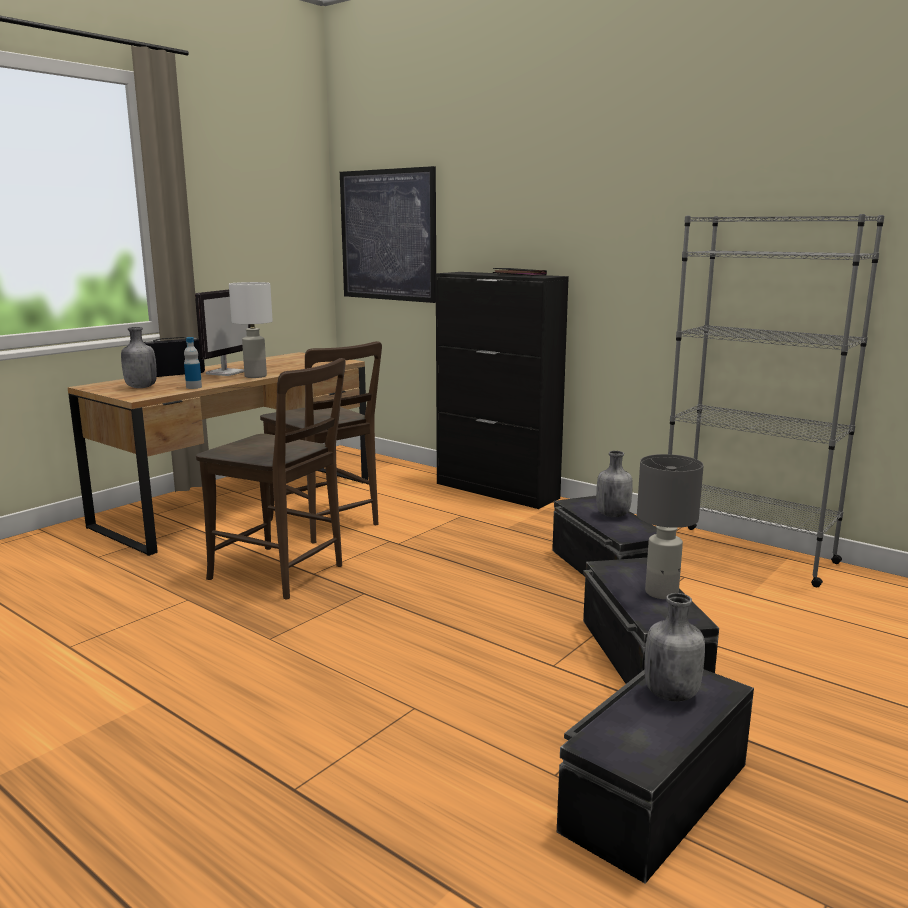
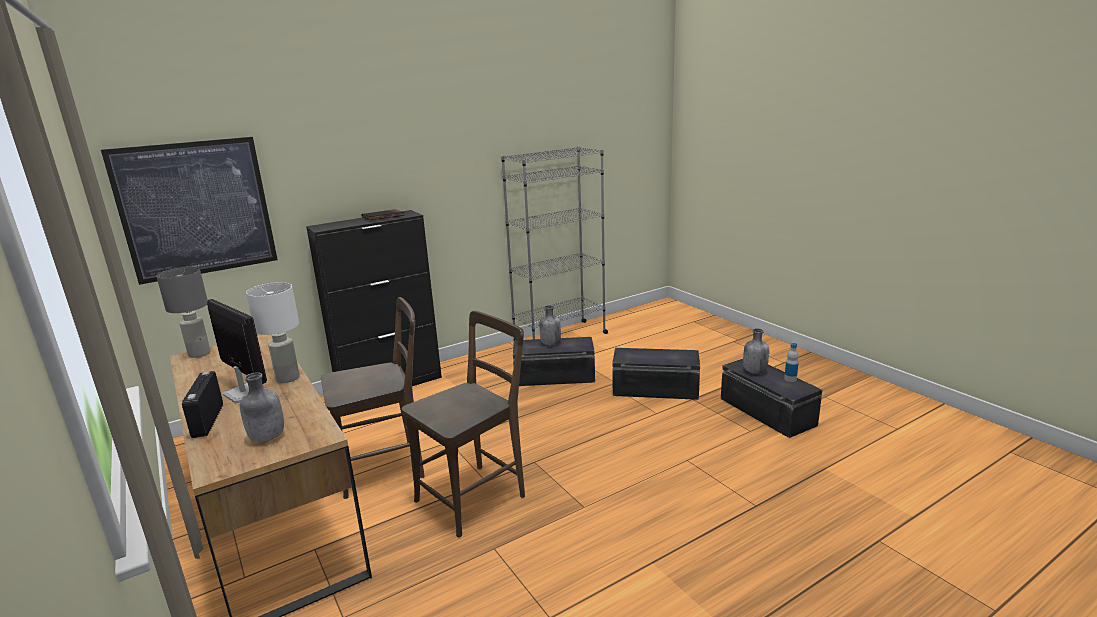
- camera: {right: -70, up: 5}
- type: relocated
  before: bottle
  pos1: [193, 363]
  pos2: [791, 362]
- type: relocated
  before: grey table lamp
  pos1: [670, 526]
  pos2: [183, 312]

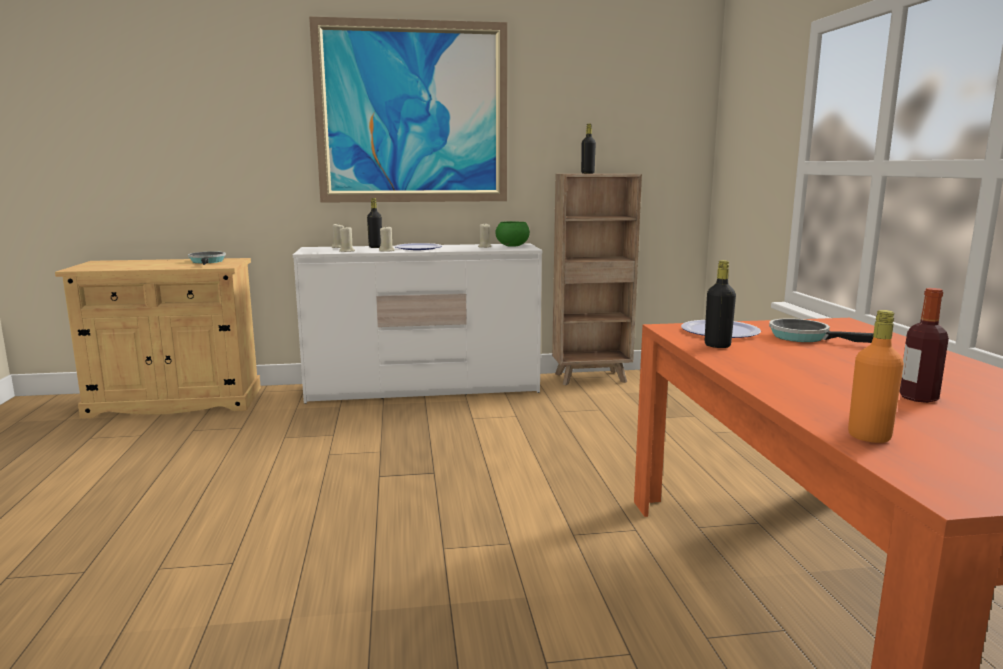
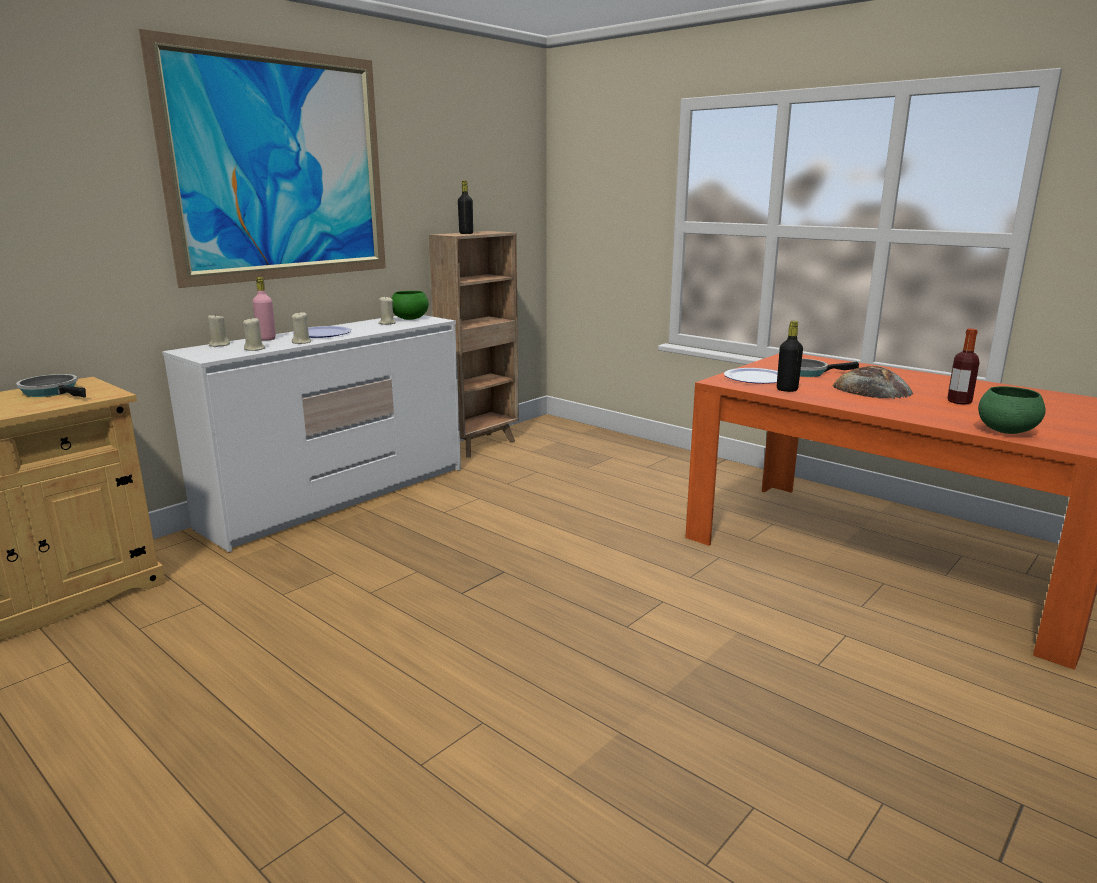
- camera: {right: -40, up: 5}
- type: appeared
  after: bread
  pos2: [872, 382]
- type: exchanged
  before: orange bottle
  after: green bowl
  pos1: [876, 376]
  pos2: [1012, 410]
- type: colour
  before: black bottle
  after: pink bottle
  pos1: [374, 223]
  pos2: [264, 309]

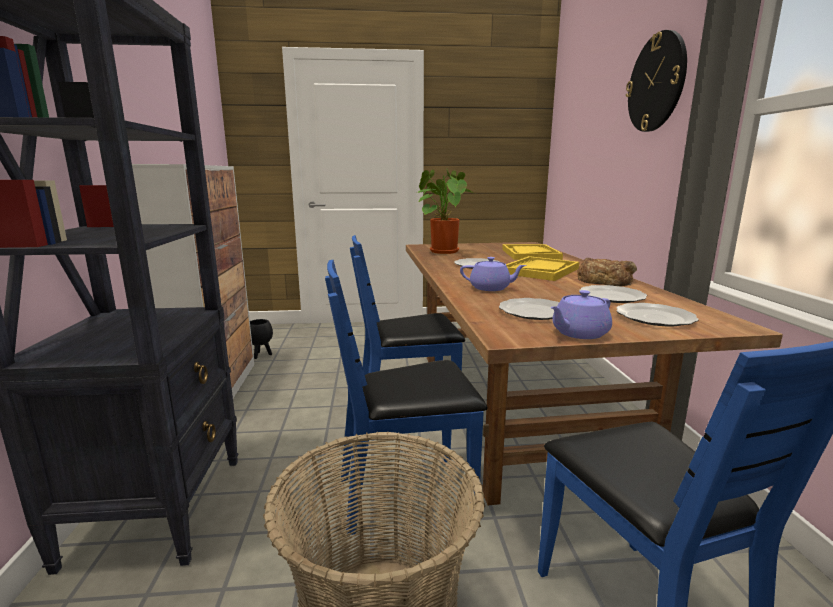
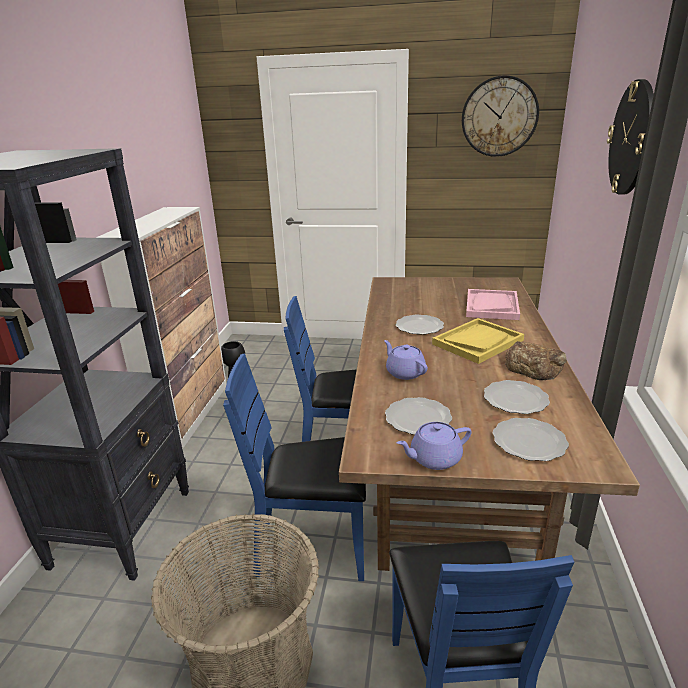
- camera: {right: 15, up: 10}
- type: missing
  before: potted plant
  pos1: [445, 211]
- type: appeared
  after: wall clock
  pos2: [500, 116]
- type: colour
  before: yellow tray
  after: pink tray
  pos1: [532, 252]
  pos2: [493, 304]
- type: spun
  before: purple teapot
  pos1: [493, 274]
  pos2: [406, 360]
  turn: -150

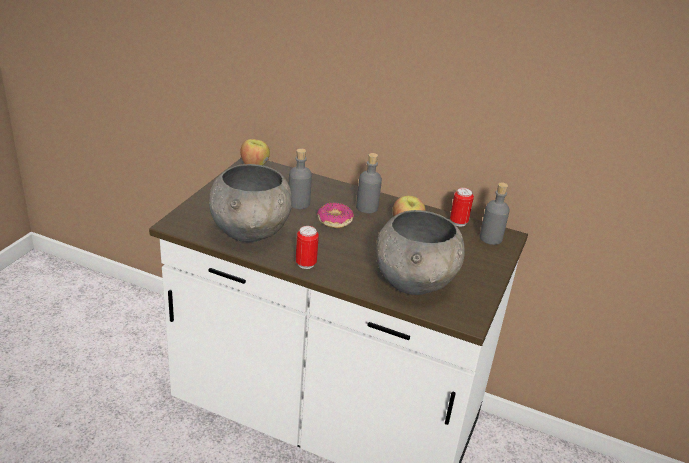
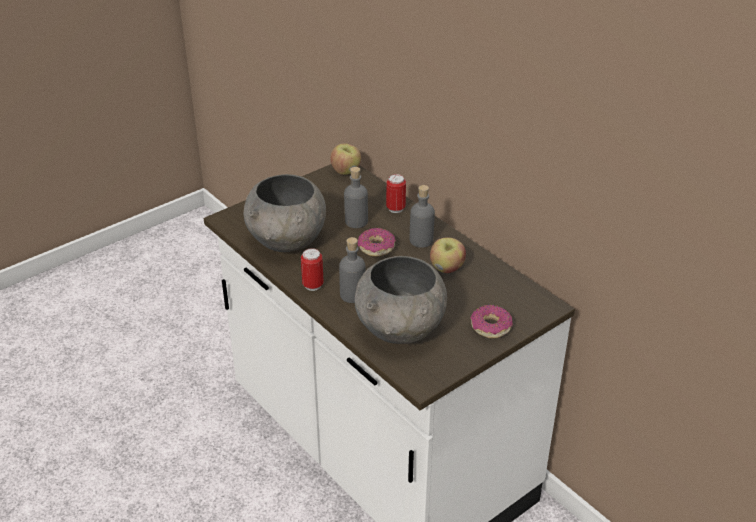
- camera: {right: 30, up: 5}
- type: appeared
  after: donut
  pos2: [491, 321]
- type: relocated
  before: can
  pos1: [462, 207]
  pos2: [396, 193]
- type: relocated
  before: grey bottle
  pos1: [495, 213]
  pos2: [352, 270]

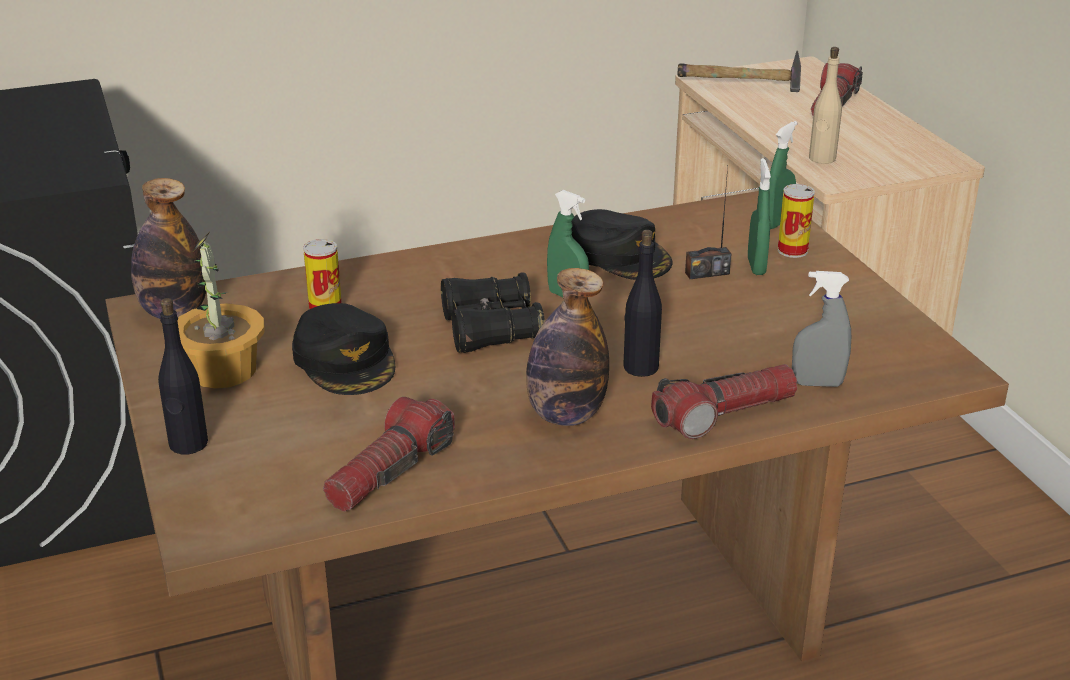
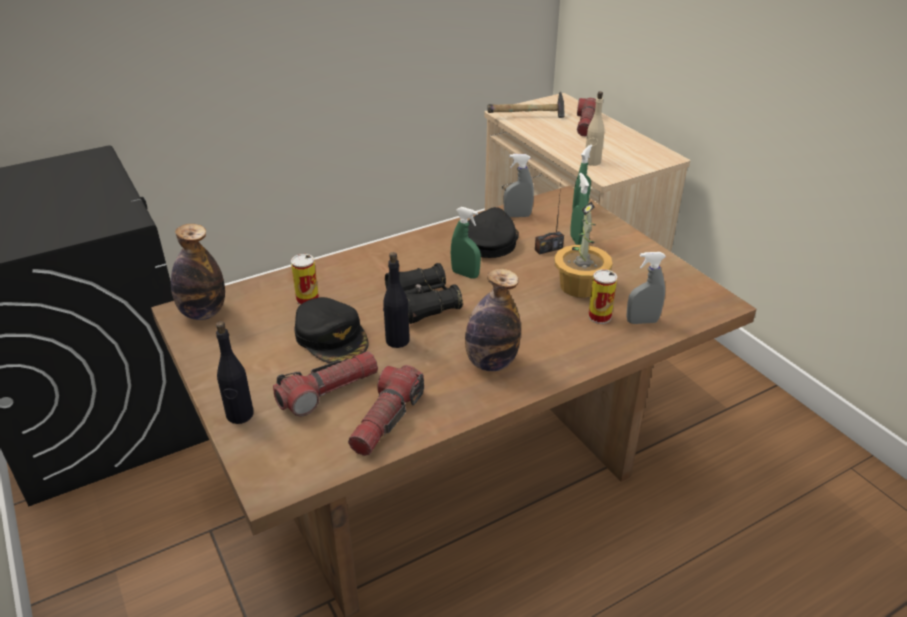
- camera: {right: -10, up: 5}
- type: appeared
  after: grey spray bottle
  pos2: [519, 185]
- type: relocated
  before: potted plant
  pos1: [221, 310]
  pos2: [583, 249]
- type: relocated
  before: black bottle
  pos1: [642, 303]
  pos2: [396, 300]
- type: relocated
  before: flashlight
  pos1: [724, 401]
  pos2: [325, 383]
- type: relocated
  before: can
  pos1: [796, 221]
  pos2: [602, 296]
- type: spun
  before: black cap
  pos1: [622, 244]
  pos2: [493, 232]
  turn: -105

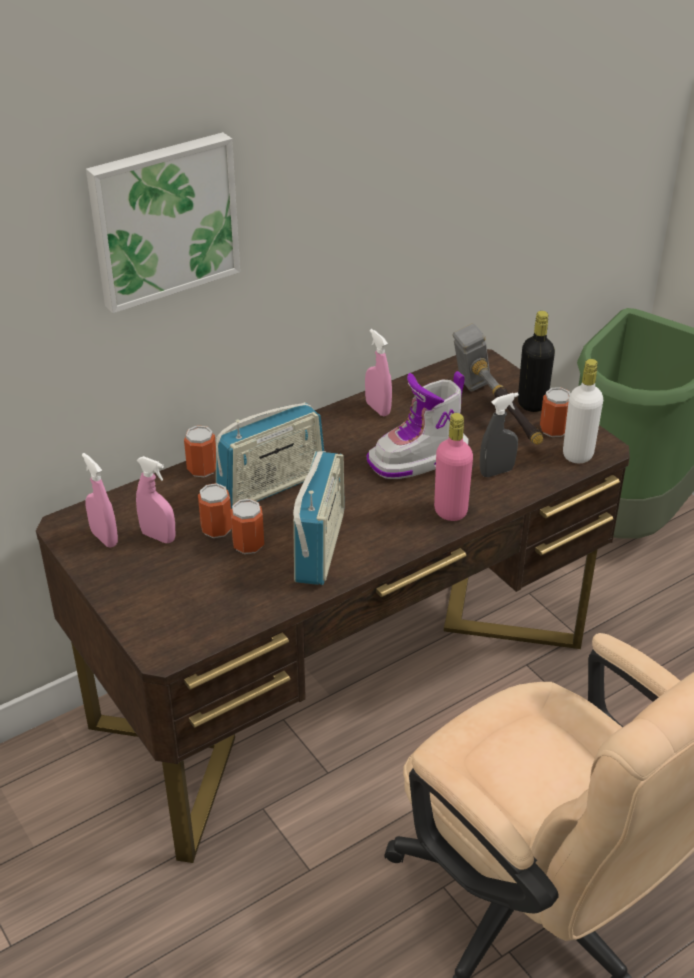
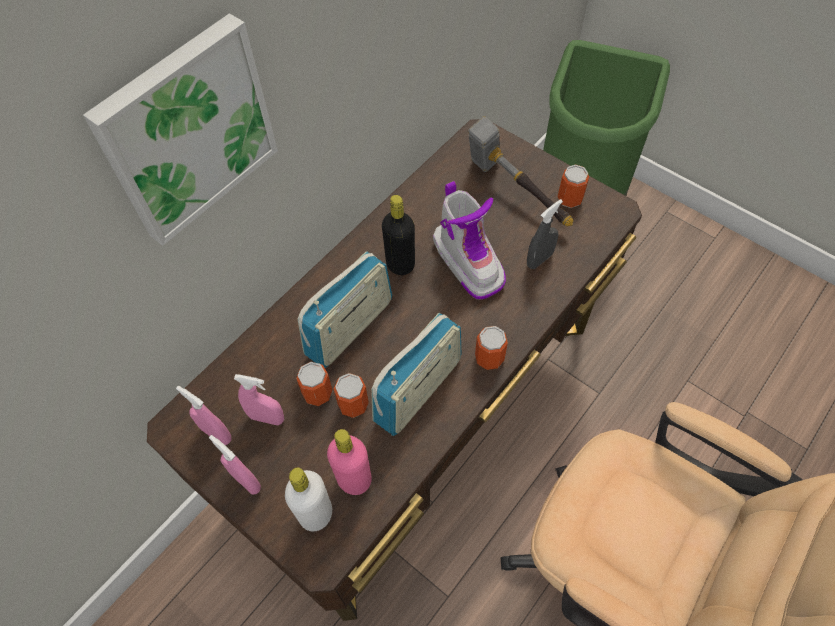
- camera: {right: -15, up: 20}
- type: relocated
  before: can
  pos1: [200, 451]
  pos2: [491, 348]
- type: relocated
  before: pink spray bottle
  pos1: [378, 372]
  pos2: [235, 465]
- type: relocated
  before: pink bottle
  pos1: [453, 467]
  pos2: [349, 462]
- type: relocated
  before: black bottle
  pos1: [536, 361]
  pos2: [398, 235]
- type: relocated
  before: white bottle
  pos1: [583, 411]
  pos2: [308, 499]
- type: spun
  before: radio
  pos1: [319, 518]
  pos2: [416, 374]
  turn: 45
- type: spun
  before: boot
  pos1: [418, 425]
  pos2: [469, 240]
  turn: -75

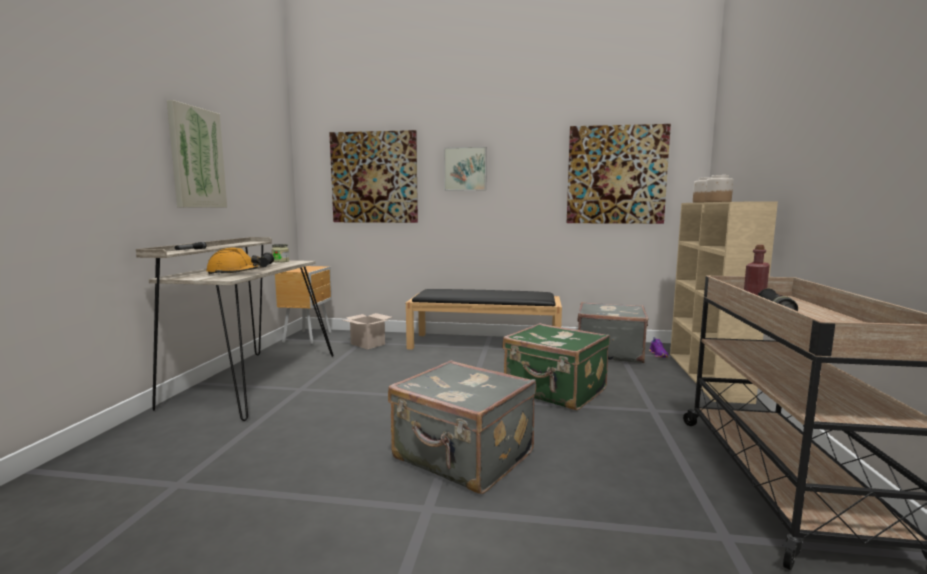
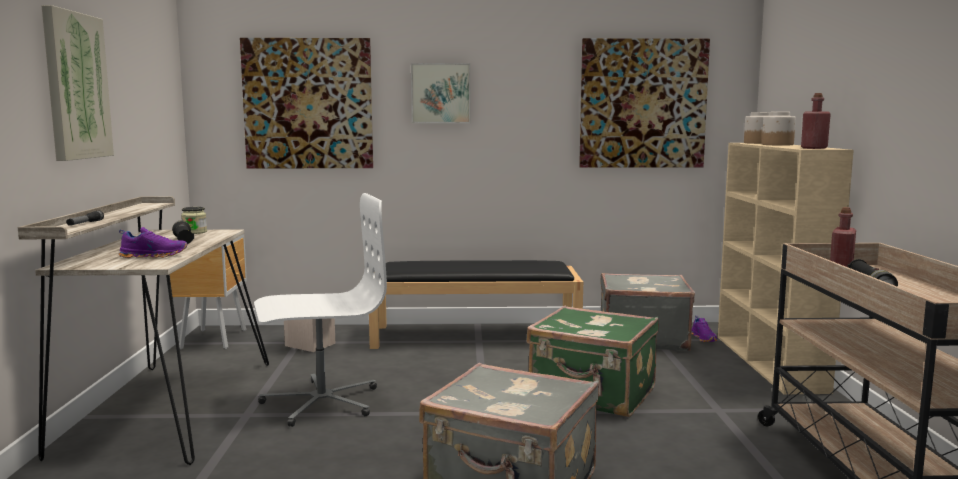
- camera: {right: -10, up: 0}
- type: appeared
  after: white office chair
  pos2: [320, 310]
- type: appeared
  after: red bottle
  pos2: [816, 121]
- type: exchanged
  before: orange hard hat
  after: purple shoe
  pos1: [233, 261]
  pos2: [153, 242]

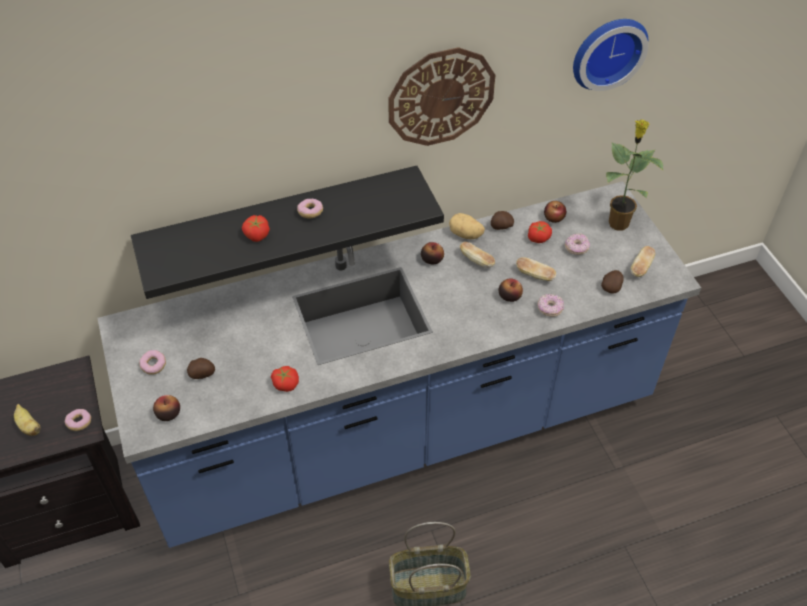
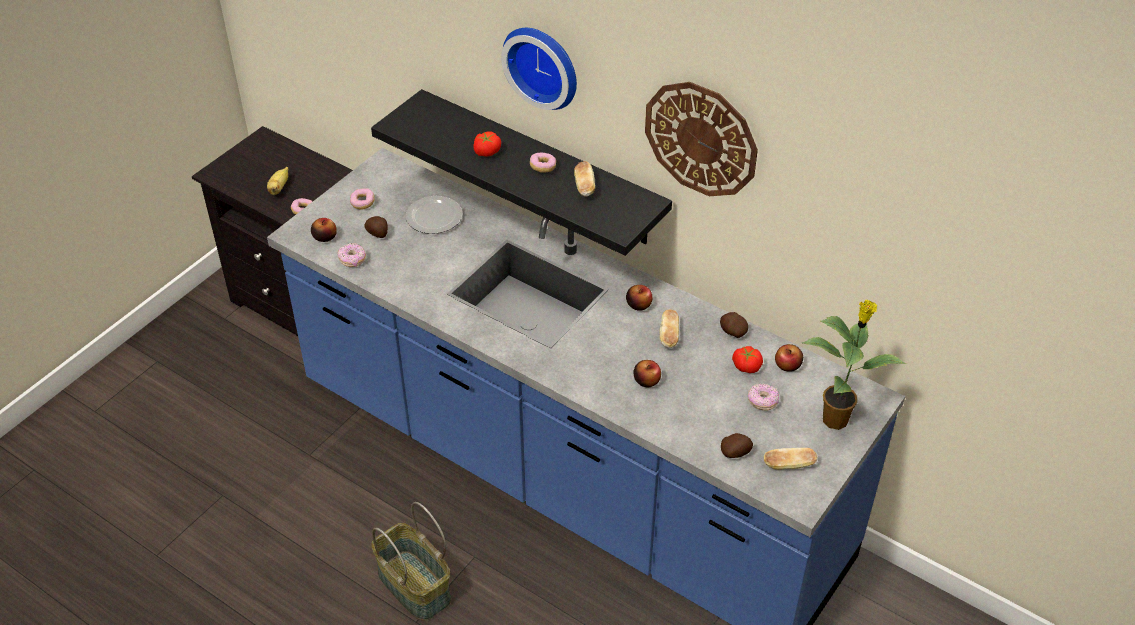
- camera: {right: 55, up: -5}
- type: missing
  before: tomato
  pos1: [285, 379]
- type: missing
  before: potato
  pos1: [467, 226]
- type: appeared
  after: plate
  pos2: [434, 215]
- type: relocated
  before: bread
  pos1: [536, 269]
  pos2: [584, 179]
- type: relocated
  before: donut
  pos1: [550, 305]
  pos2: [351, 255]
- type: relocated
  before: wall clock
  pos1: [610, 55]
  pos2: [539, 69]

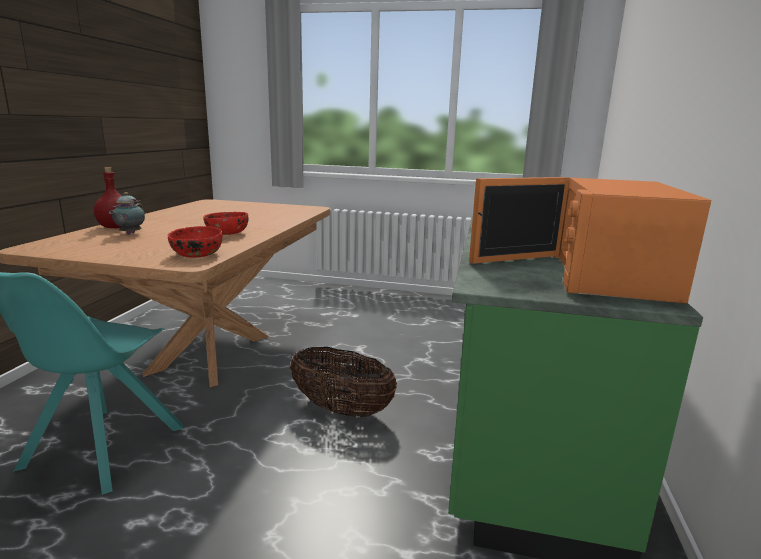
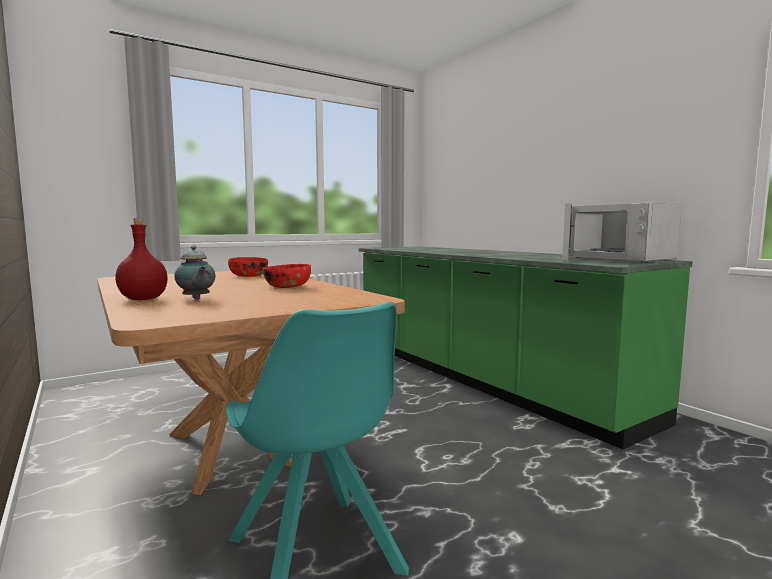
- camera: {right: -45, up: -10}
- type: missing
  before: basket
  pos1: [343, 382]
- type: relocated
  before: red bowl
  pos1: [195, 241]
  pos2: [248, 267]
- type: colour
  before: orange microwave
  after: white microwave
  pos1: [590, 240]
  pos2: [622, 232]

